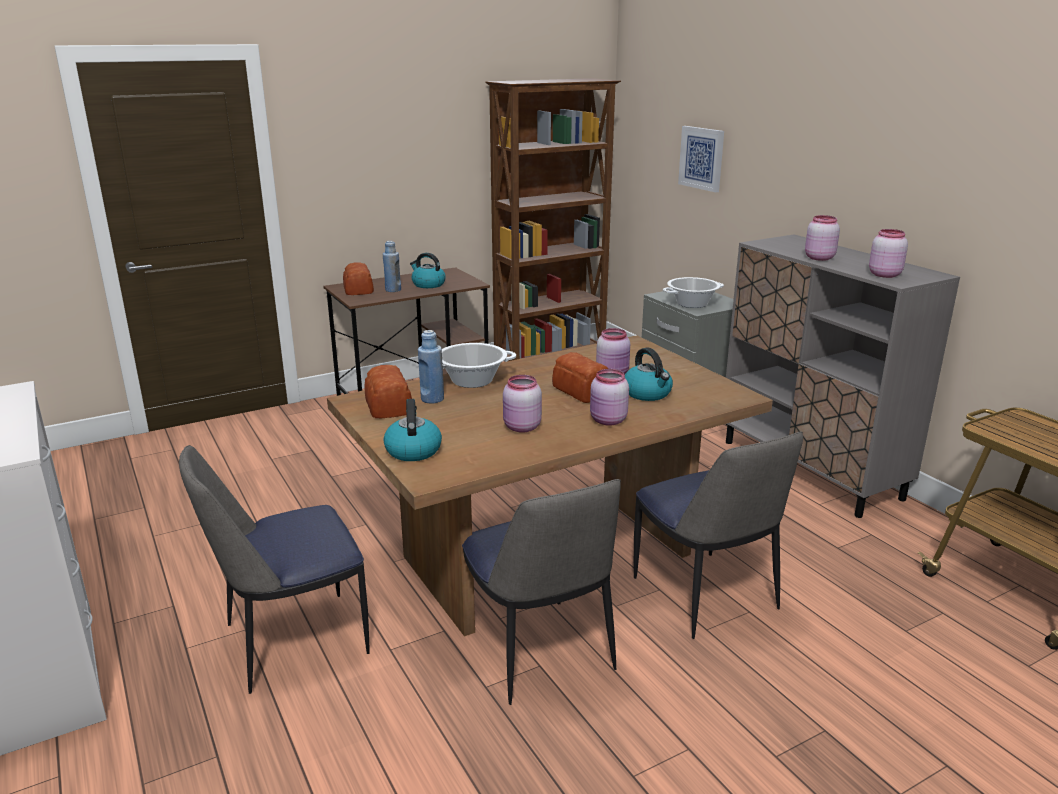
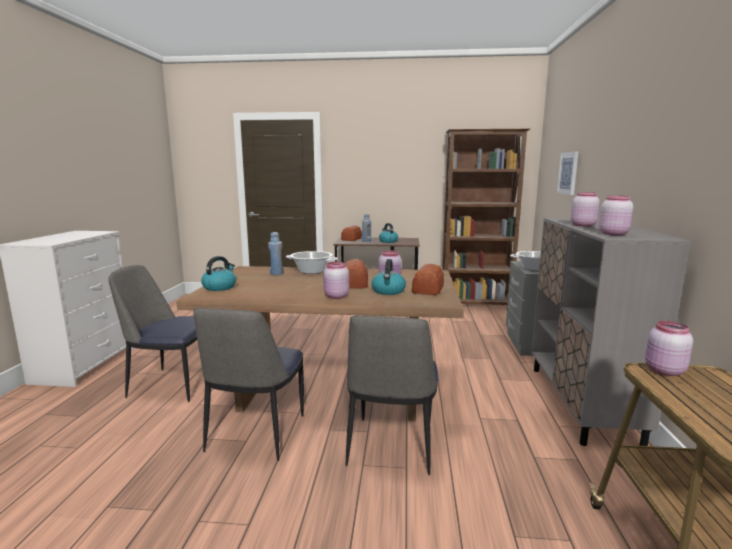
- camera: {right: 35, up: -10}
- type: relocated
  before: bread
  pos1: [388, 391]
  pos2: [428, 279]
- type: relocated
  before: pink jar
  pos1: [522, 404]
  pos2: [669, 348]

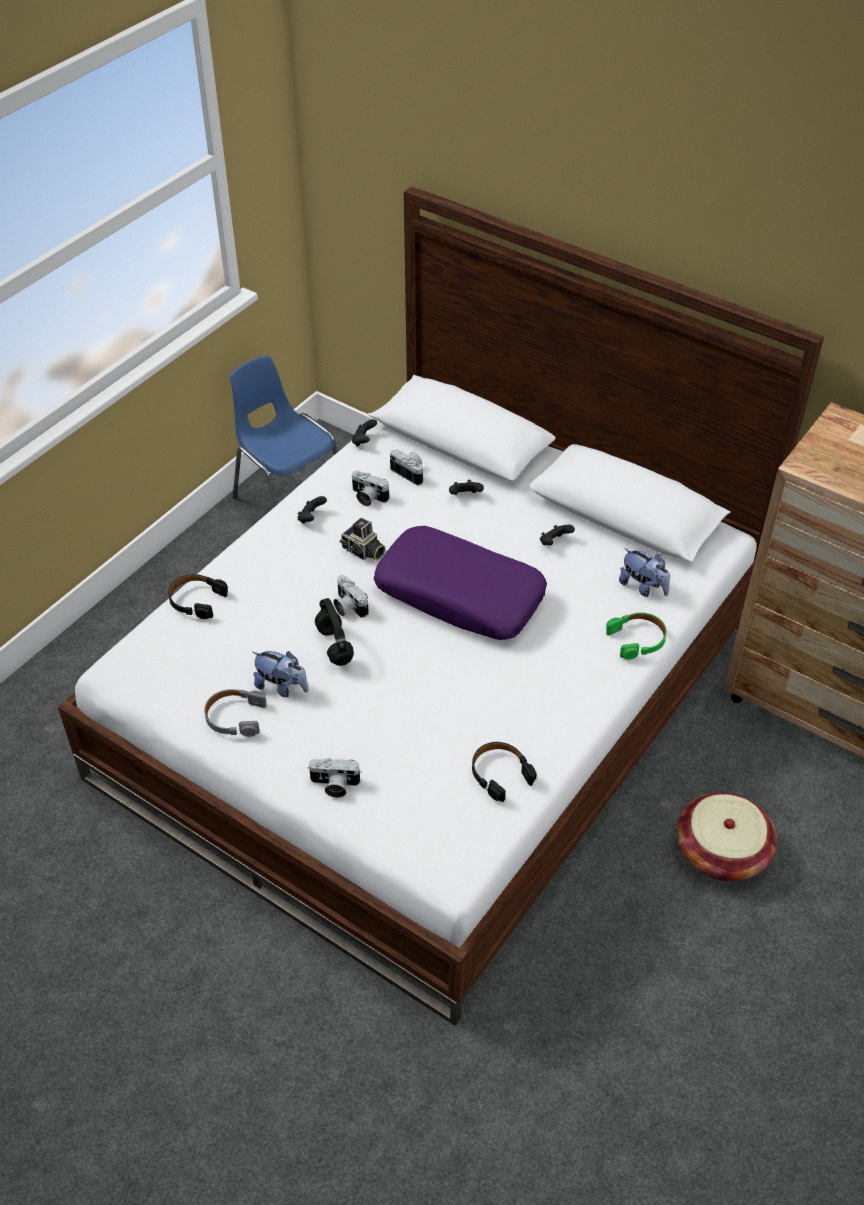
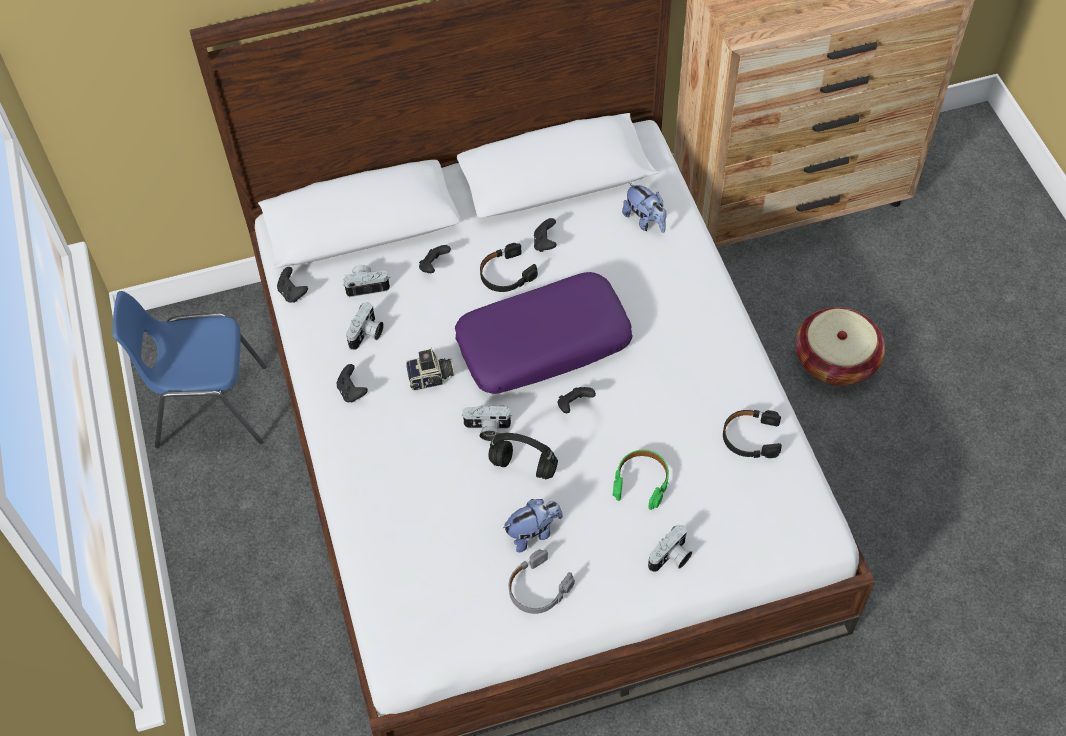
- camera: {right: -50, up: 10}
- type: appeared
  after: black game controller
  pos2: [577, 400]
- type: relocated
  before: black headphones
  pos1: [198, 596]
  pos2: [509, 267]
- type: relocated
  before: green headphones
  pos1: [636, 636]
  pos2: [641, 480]
- type: spun
  before: photo camera
  pos1: [370, 488]
  pos2: [365, 326]
  turn: -45
- type: spun
  before: plush toy
  pos1: [644, 572]
  pos2: [644, 207]
  turn: 60

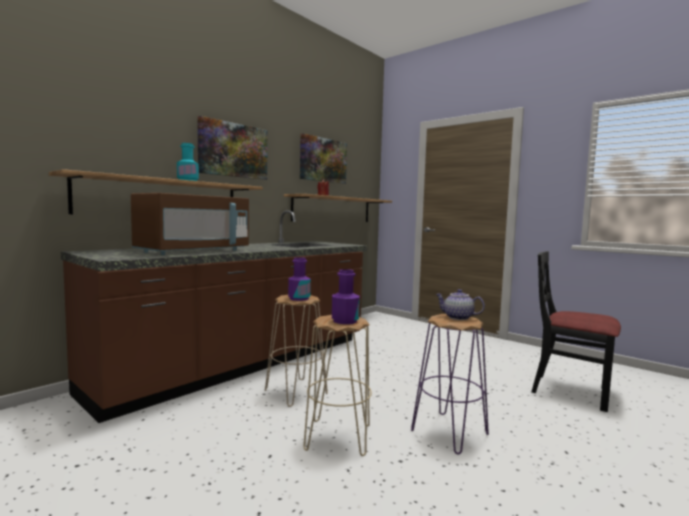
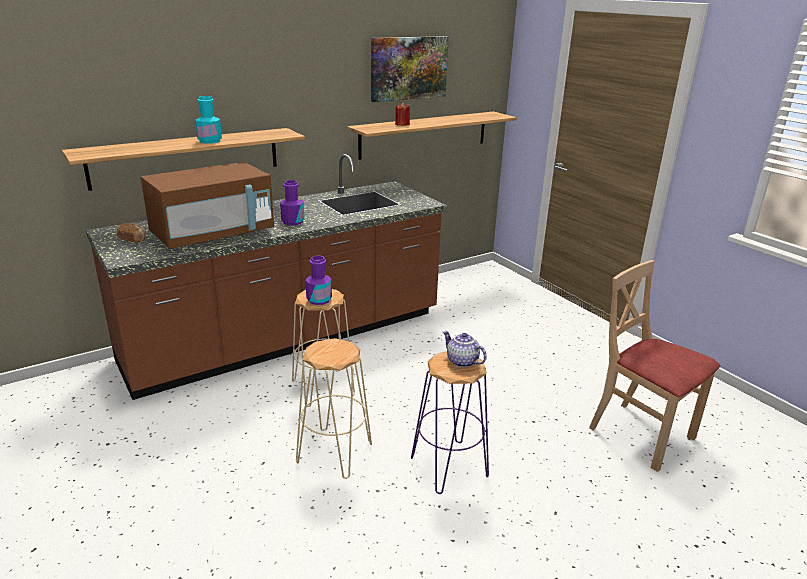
- camera: {right: 15, up: 20}
- type: missing
  before: picture
  pos1: [232, 148]
- type: appeared
  after: bread
  pos2: [131, 232]
- type: relocated
  before: purple bottle
  pos1: [346, 296]
  pos2: [292, 202]
- type: colour
  before: black chair
  after: beige chair
  pos1: [576, 331]
  pos2: [654, 366]

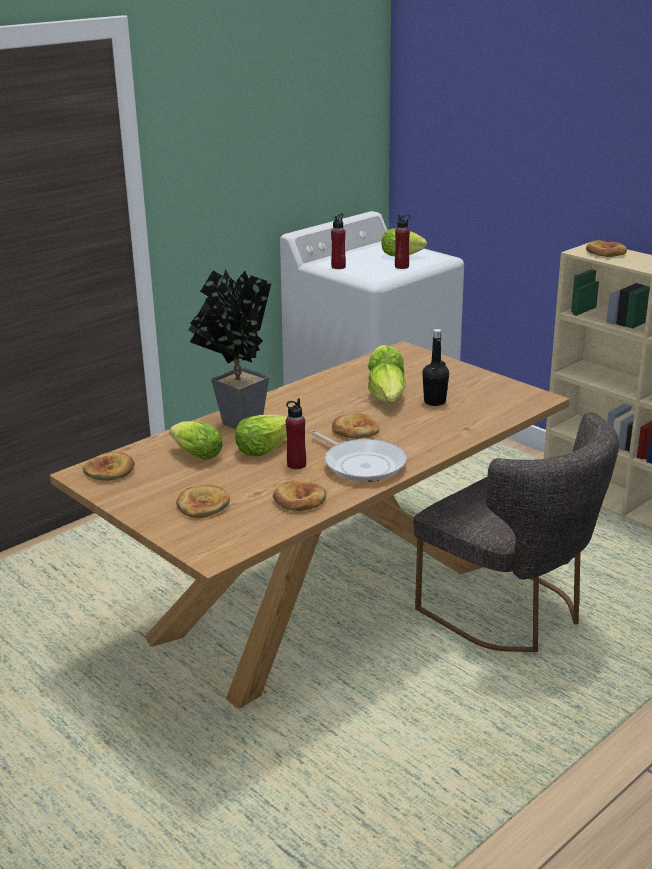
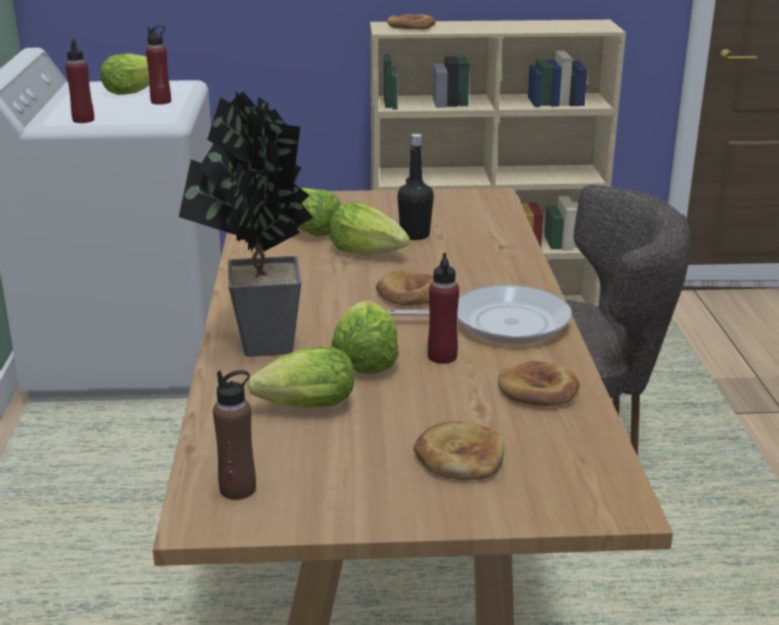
- camera: {right: -50, up: 0}
- type: exchanged
  before: bread
  after: brown bottle
  pos1: [108, 466]
  pos2: [234, 435]

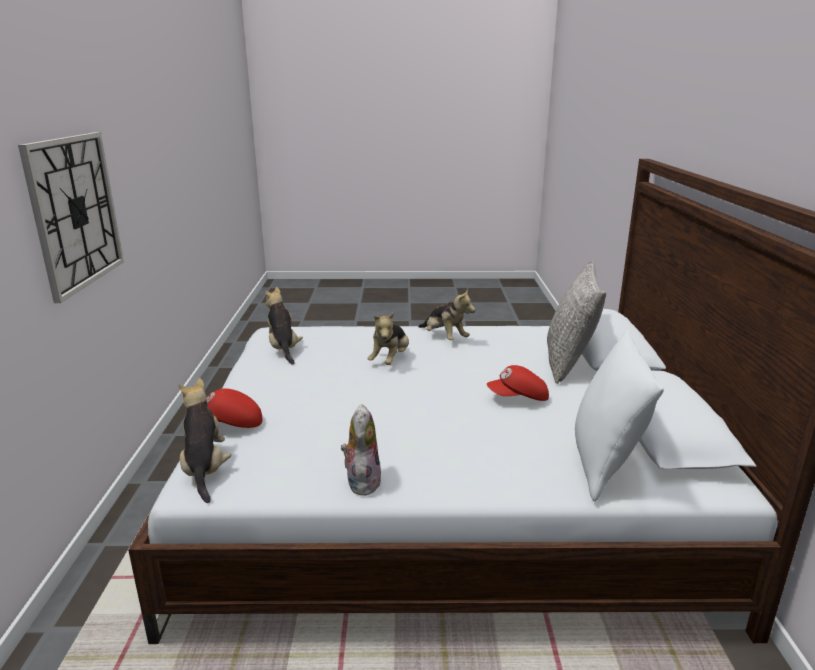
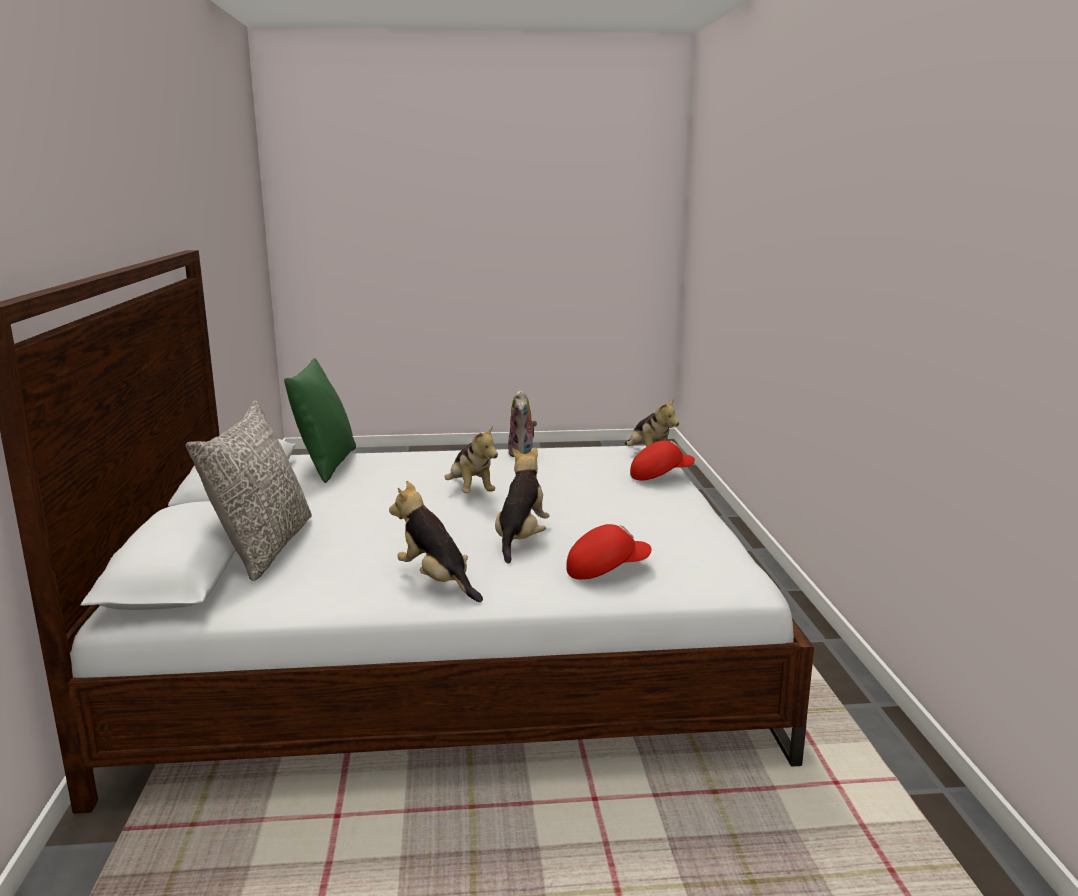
- camera: {right: 175, up: -5}
- type: missing
  before: wall clock
  pos1: [71, 217]
- type: relocated
  before: plush toy
  pos1: [284, 326]
  pos2: [471, 459]
- type: relocated
  before: red cap
  pos1: [518, 383]
  pos2: [609, 552]
- type: colour
  before: white pillow
  after: green pillow
  pos1: [619, 416]
  pos2: [320, 420]

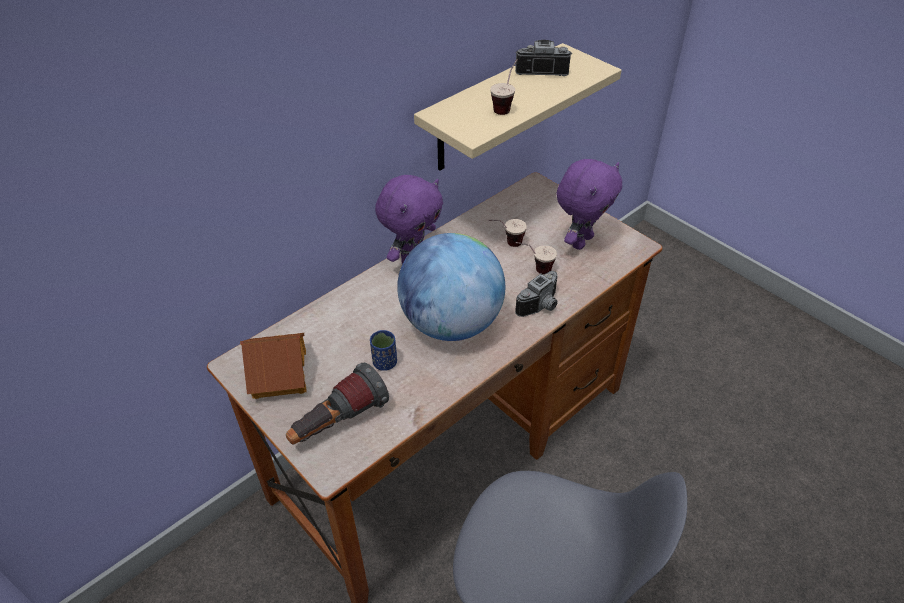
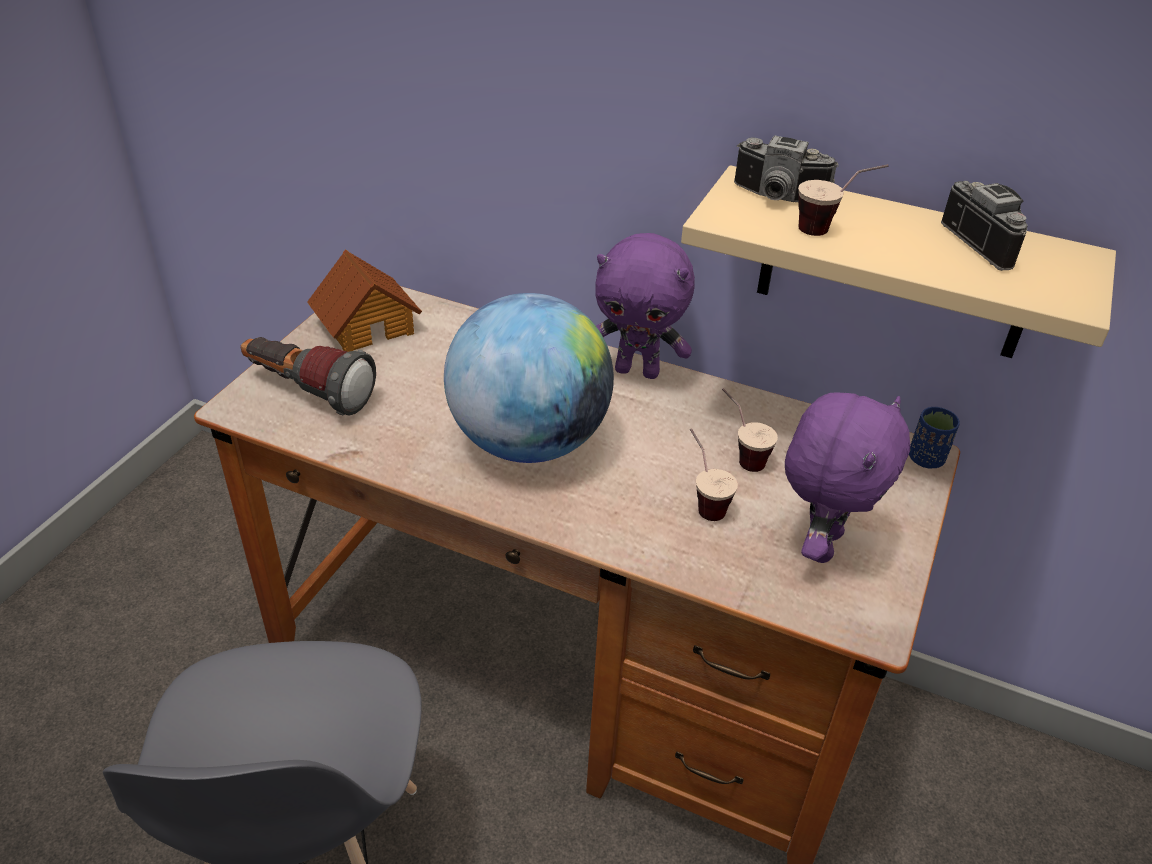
- camera: {right: 65, up: -5}
- type: relocated
  before: blue cup
  pos1: [383, 350]
  pos2: [934, 437]
- type: relocated
  before: photo camera
  pos1: [536, 294]
  pos2: [786, 168]
- type: spun
  before: purple plush toy
  pos1: [589, 204]
  pos2: [847, 477]
  turn: -75

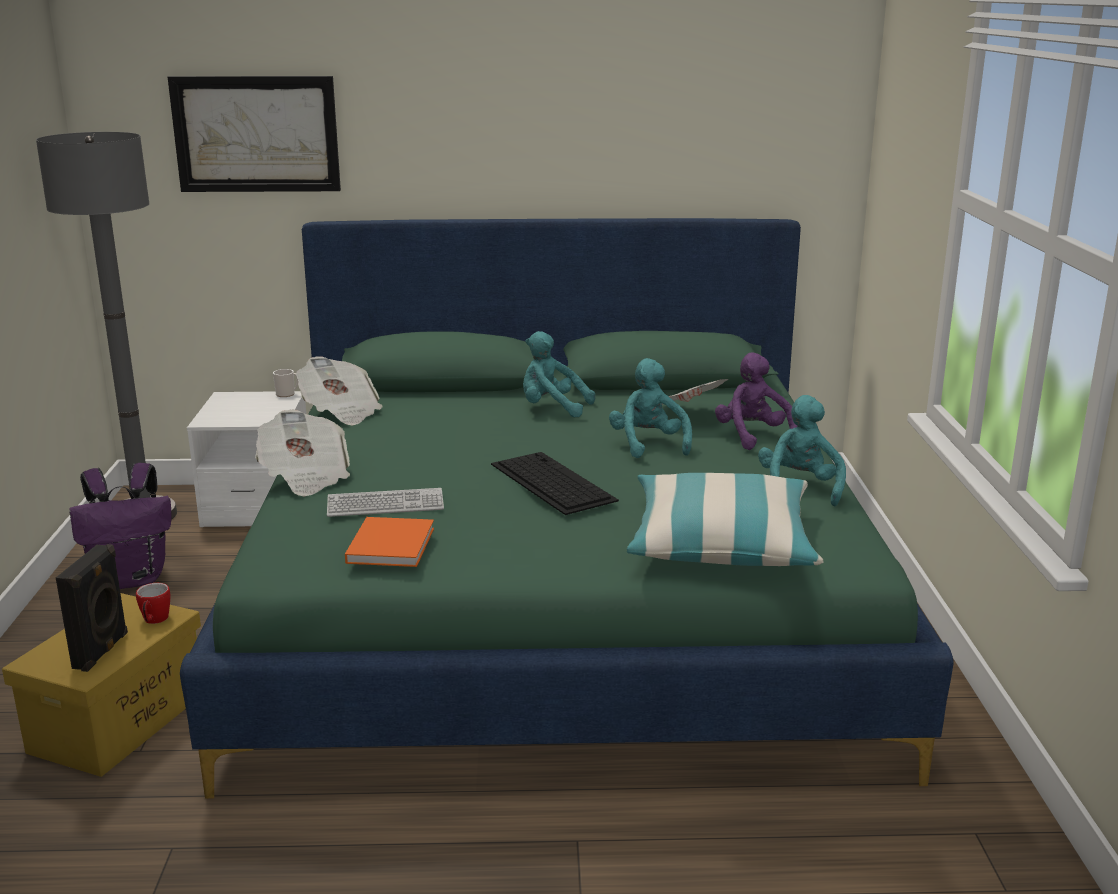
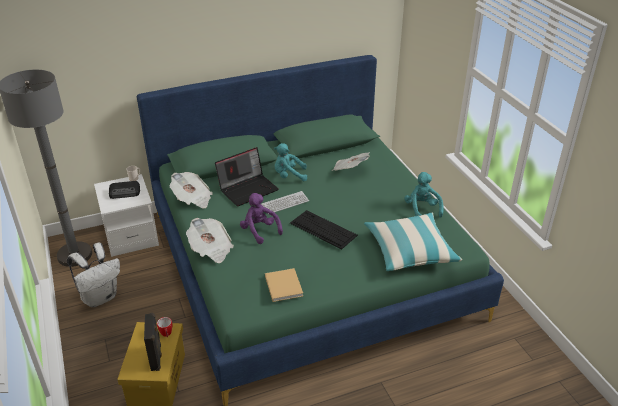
- camera: {right: -20, up: 15}
- type: missing
  before: picture
  pos1: [254, 134]
- type: missing
  before: turquoise plush toy
  pos1: [650, 408]
- type: appeared
  after: radio
  pos2: [124, 190]
- type: appeared
  after: laptop
  pos2: [247, 176]
- type: relocated
  before: keyboard
  pos1: [385, 502]
  pos2: [285, 201]
- type: relocated
  before: purple plush toy
  pos1: [756, 401]
  pos2: [261, 218]
- type: colour
  before: purple backpack
  after: white backpack
  pos1: [120, 526]
  pos2: [93, 274]
- type: colour
  before: orange book
  after: beige book
  pos1: [389, 542]
  pos2: [284, 285]

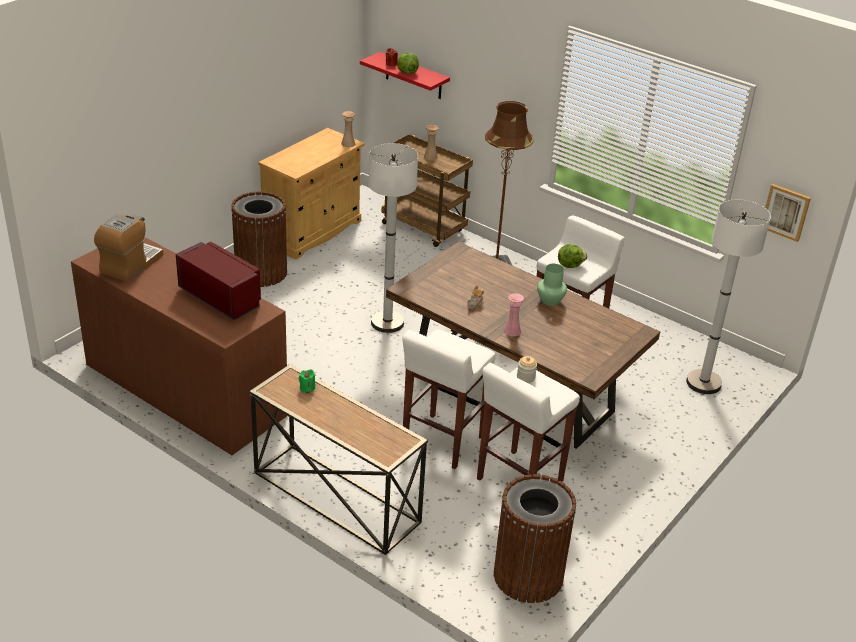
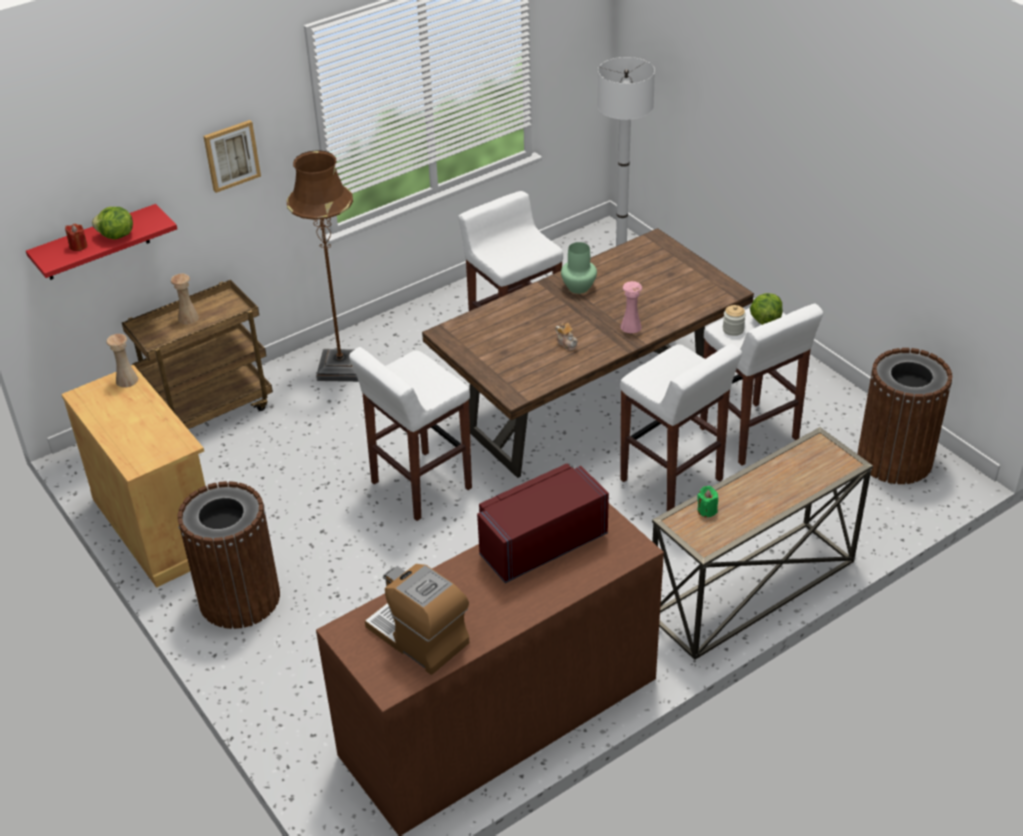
- camera: {right: -70, up: 5}
- type: relocated
  before: lettuce
  pos1: [572, 256]
  pos2: [766, 309]
- type: relocated
  before: picture
  pos1: [788, 213]
  pos2: [232, 156]
- type: exchanged
  before: white floor lamp
  after: white stool
  pos1: [393, 238]
  pos2: [410, 434]

